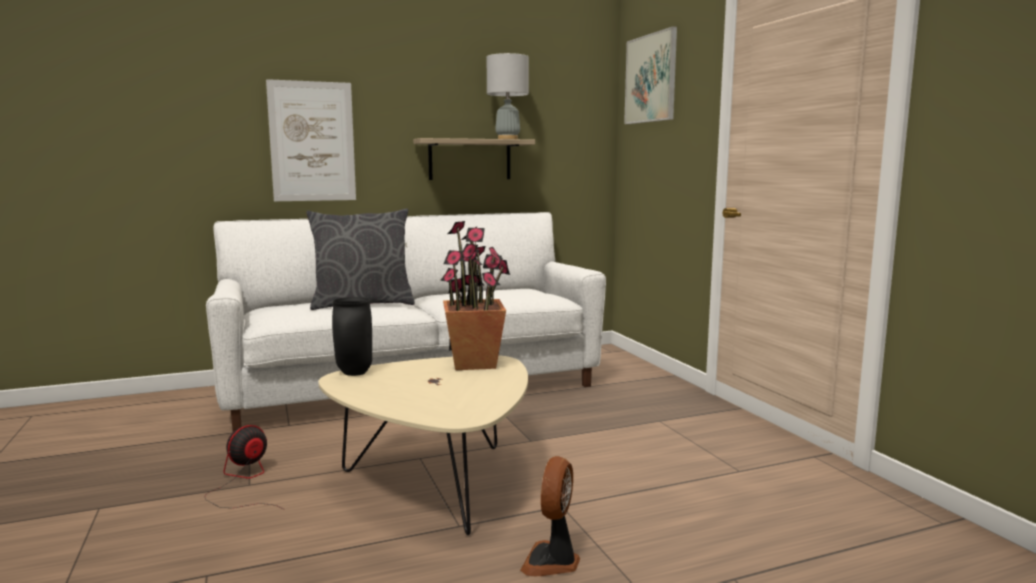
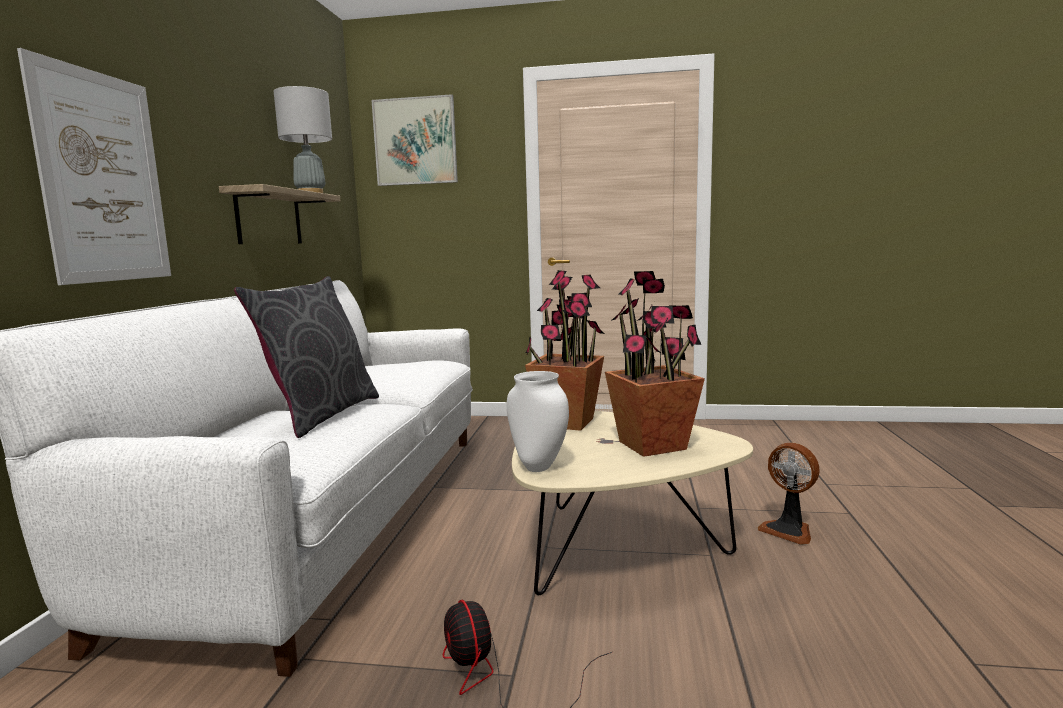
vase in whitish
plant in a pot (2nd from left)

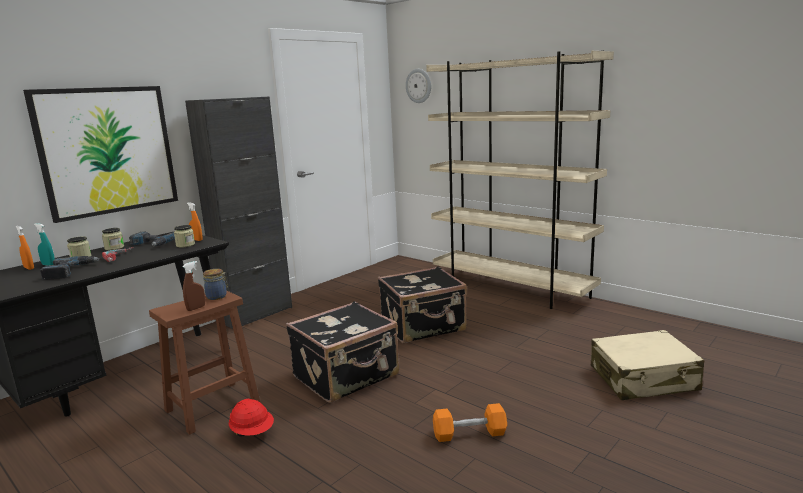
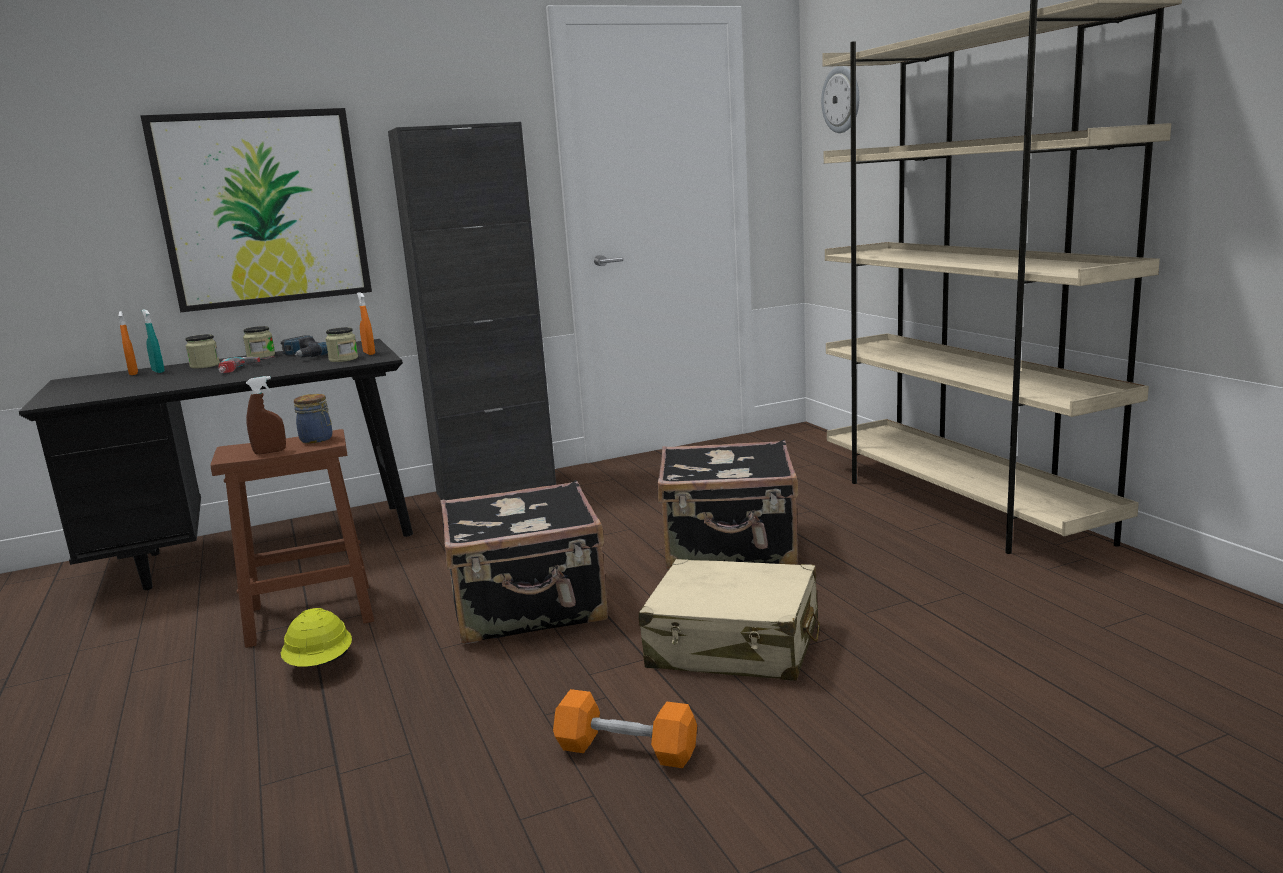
electric drill (1st from left in the first image)
hard hat in yellow
piece of luggage in beige

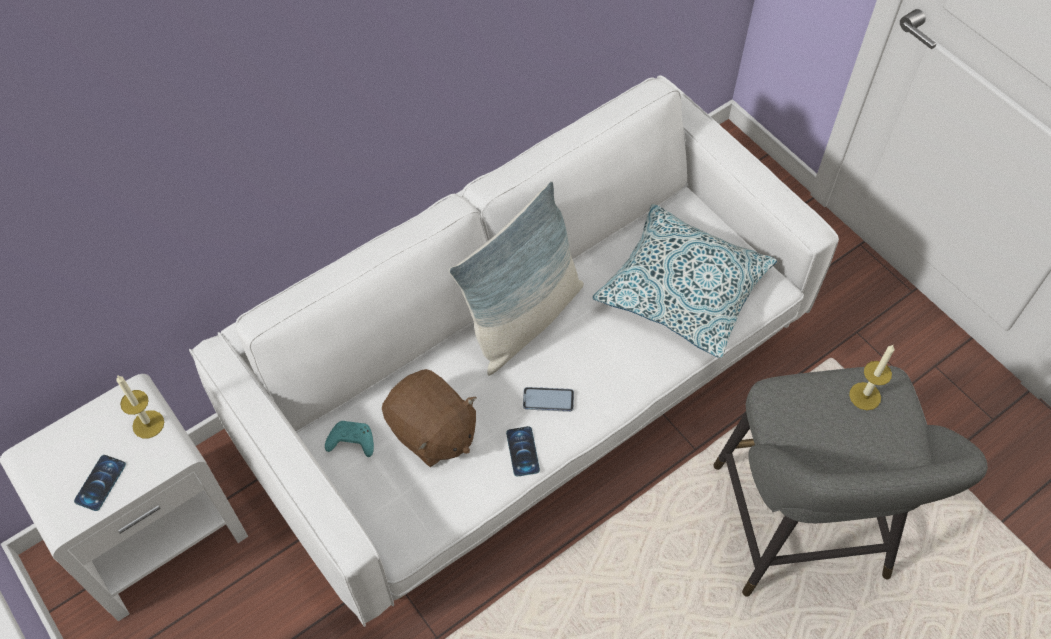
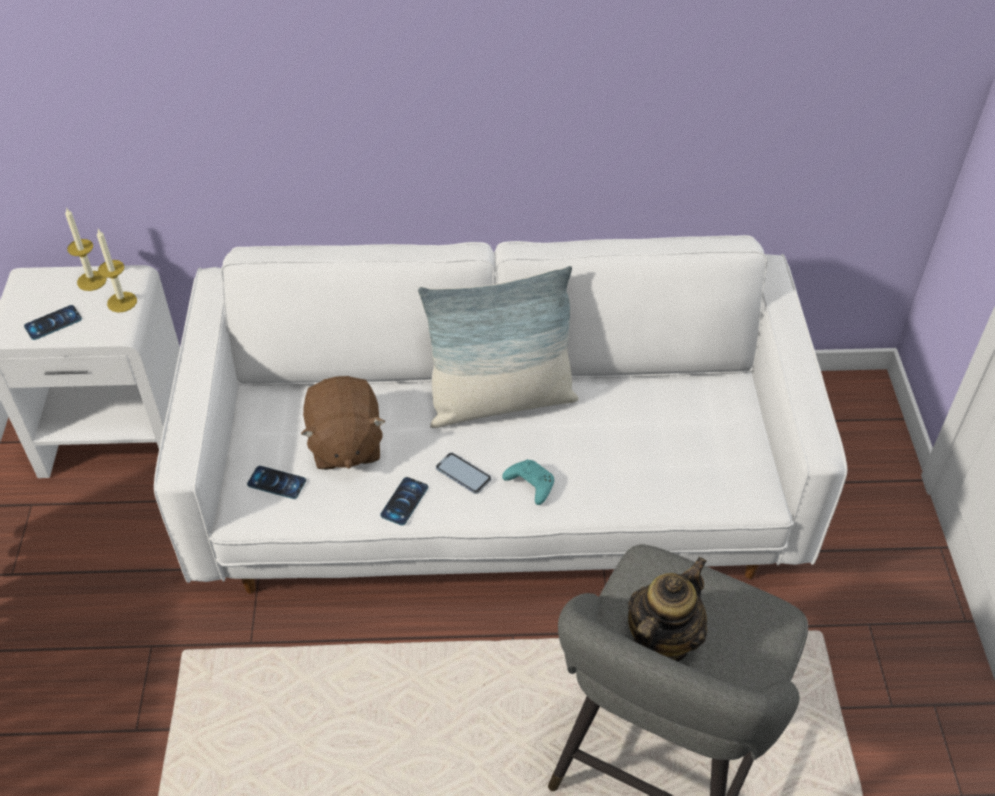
gamepad in turquoise-coloured
pillow (2nd from left in the first image)
wax light (1st from left)
phone (2nd from left)
teapot

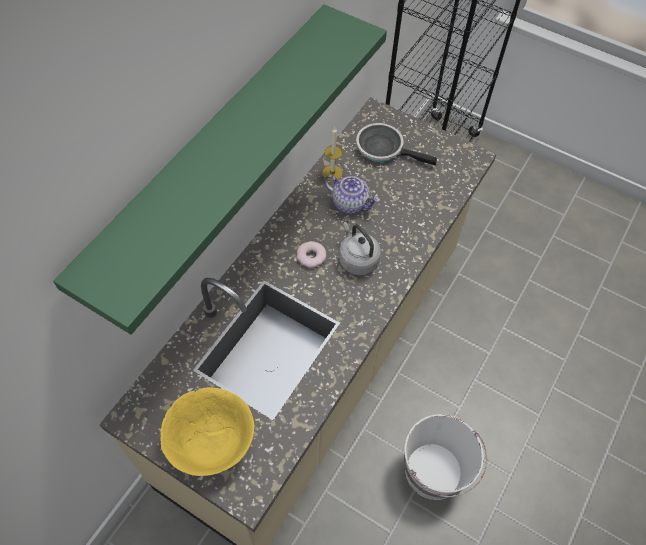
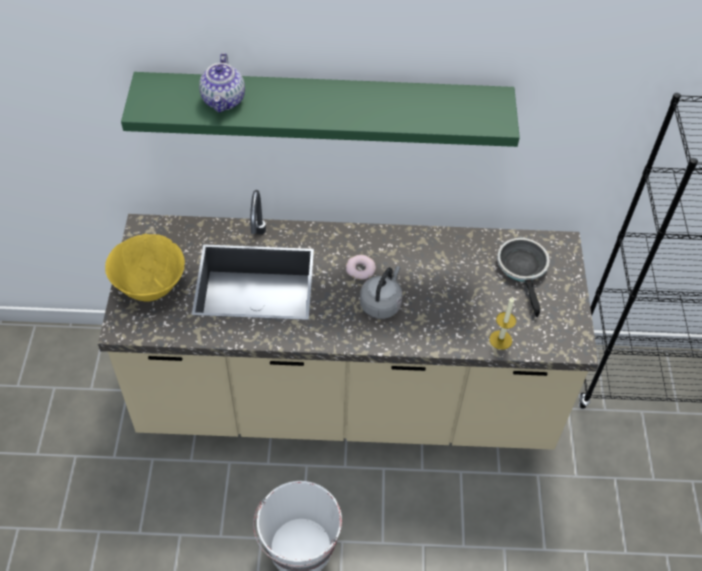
wax light
teapot

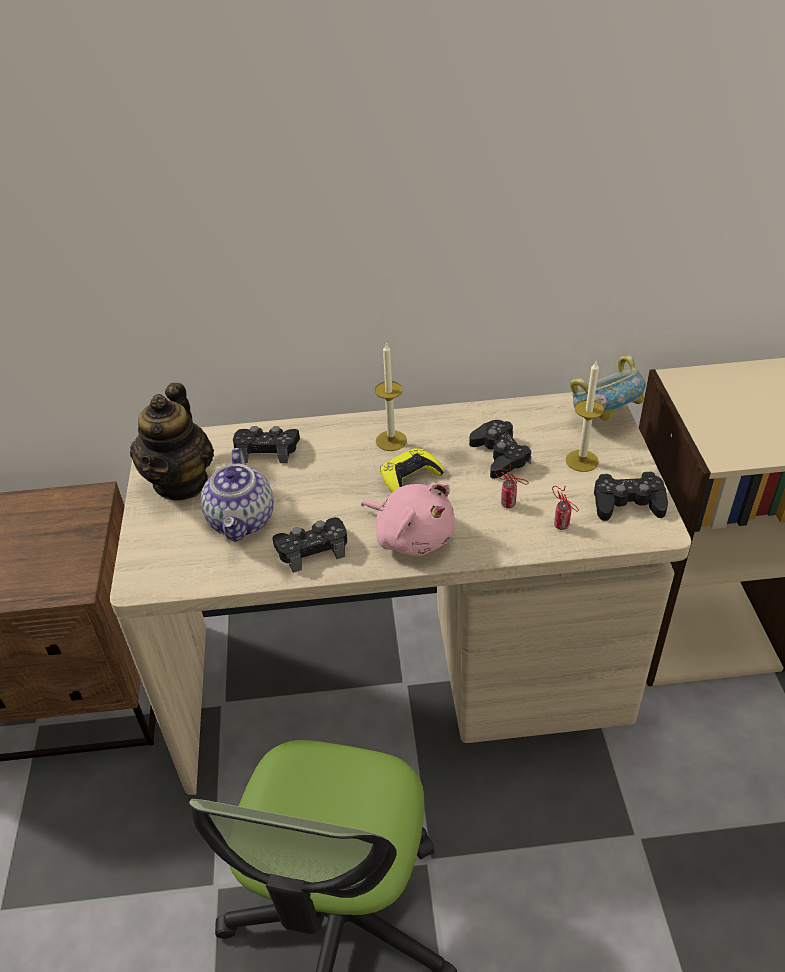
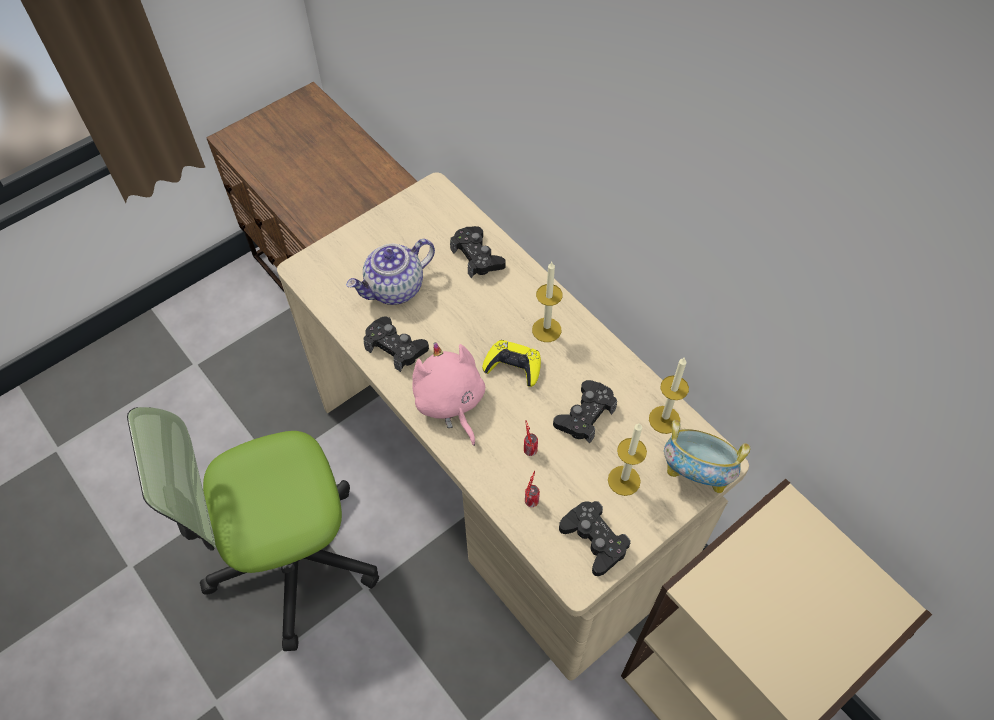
teapot (1st from left in the first image)
plush toy in pink
wax light (3rd from left)

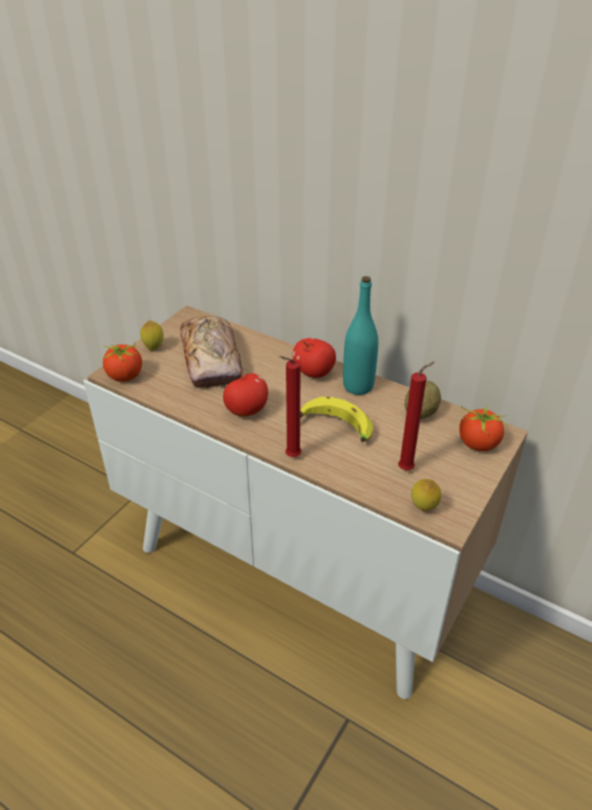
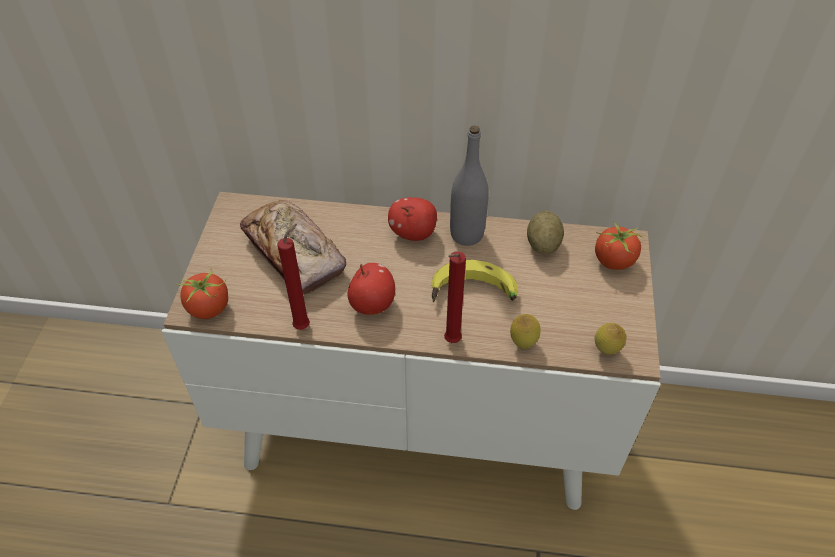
whole lemon (1st from left)
drink bottle in greyish
wax light in red-coloured (1st from left)

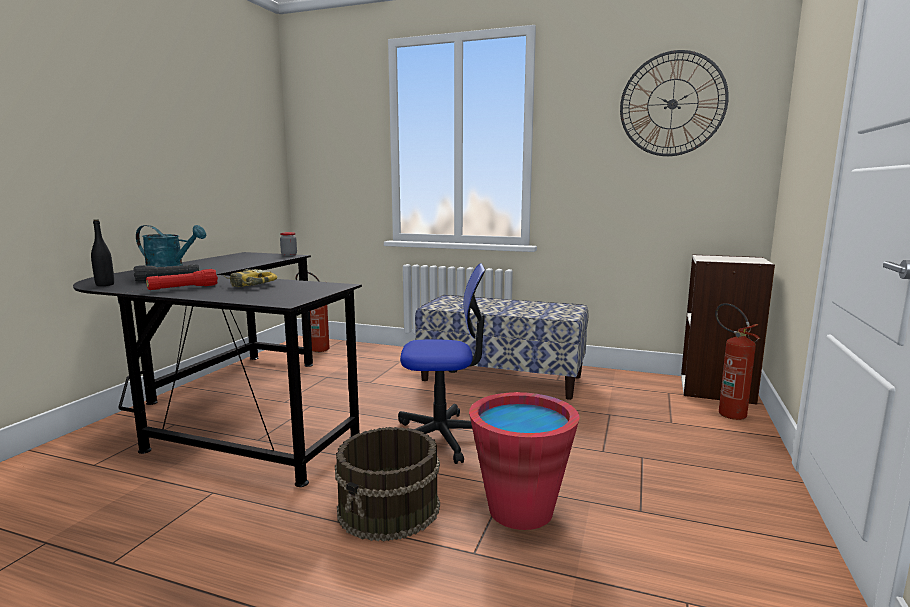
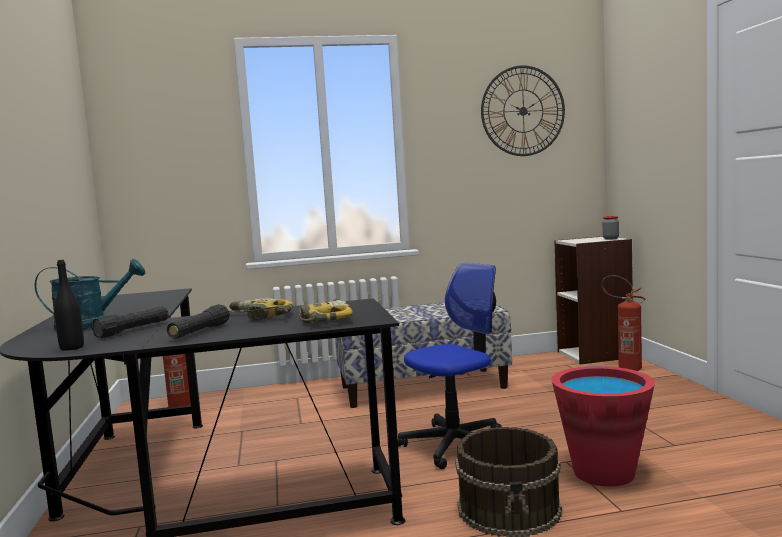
flashlight in blackish (2nd from left)
storage jar
electric drill (2nd from left)

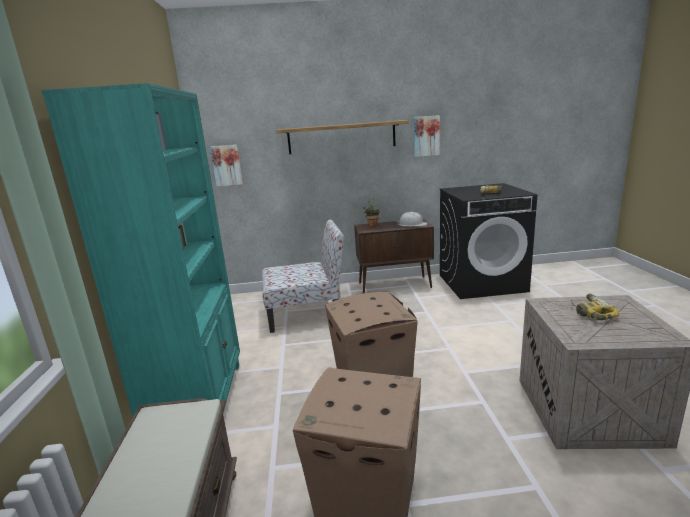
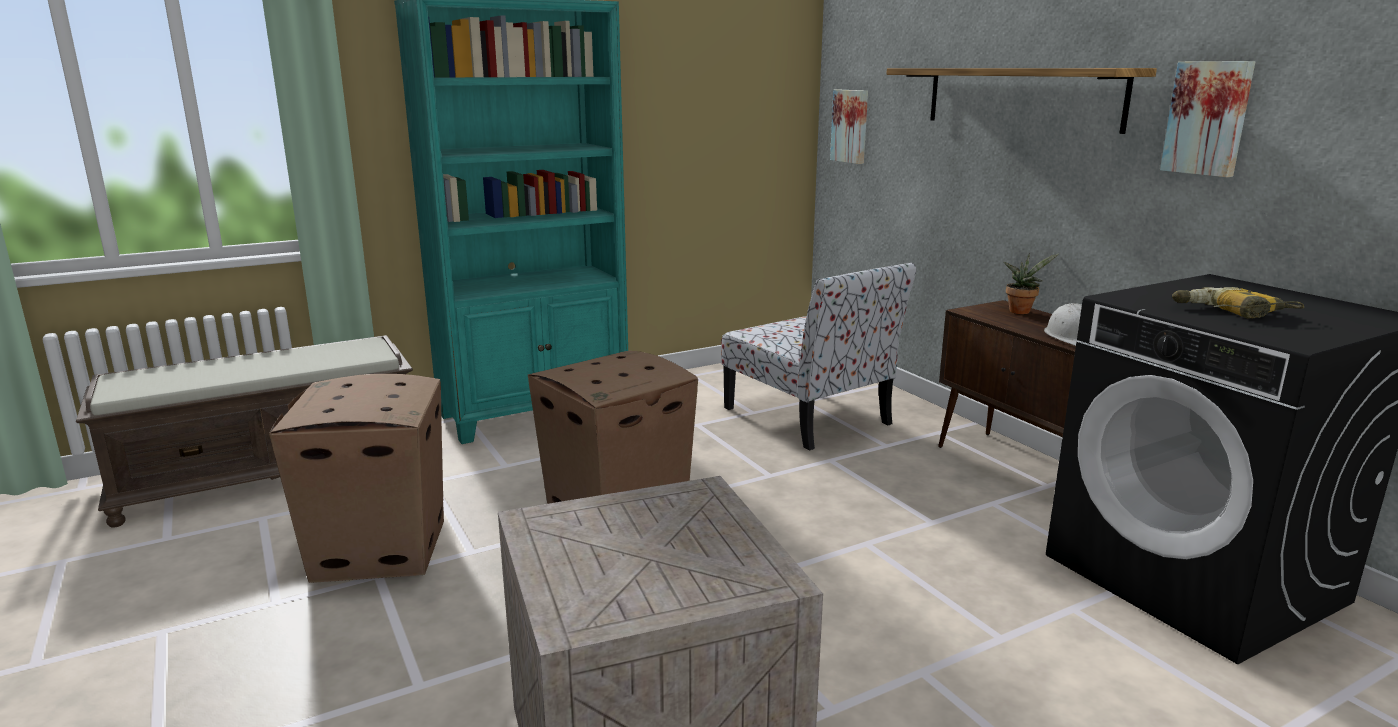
electric drill (2nd from left in the first image)

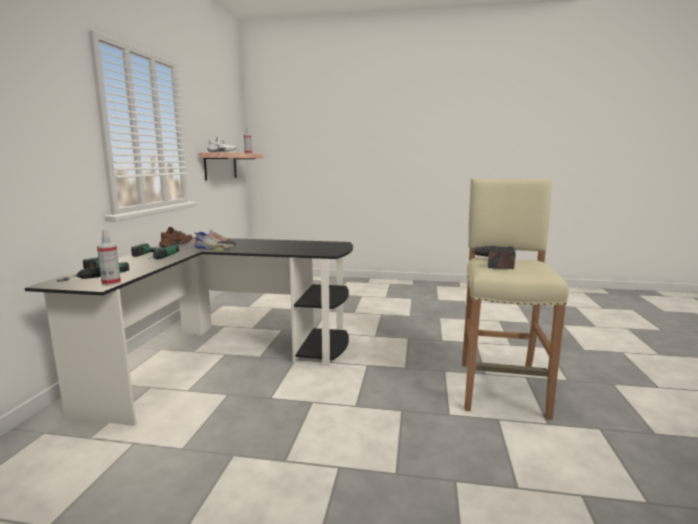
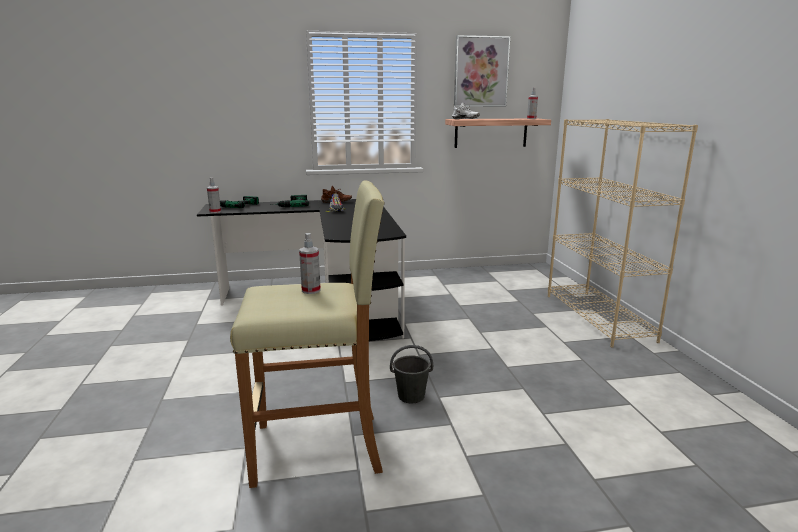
spray bottle (2nd from left)
bucket in greyish
wall art
bookshelf in beige

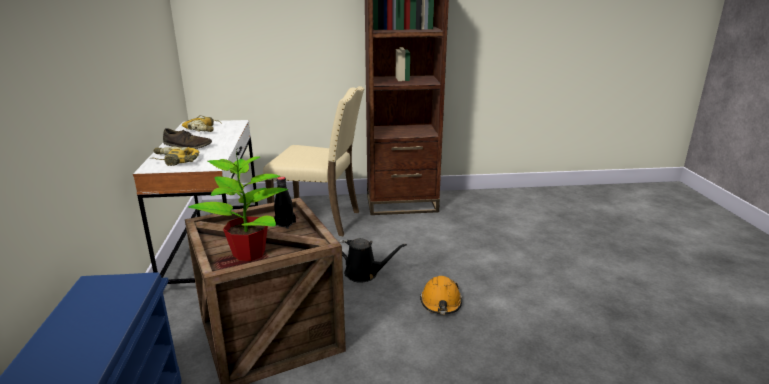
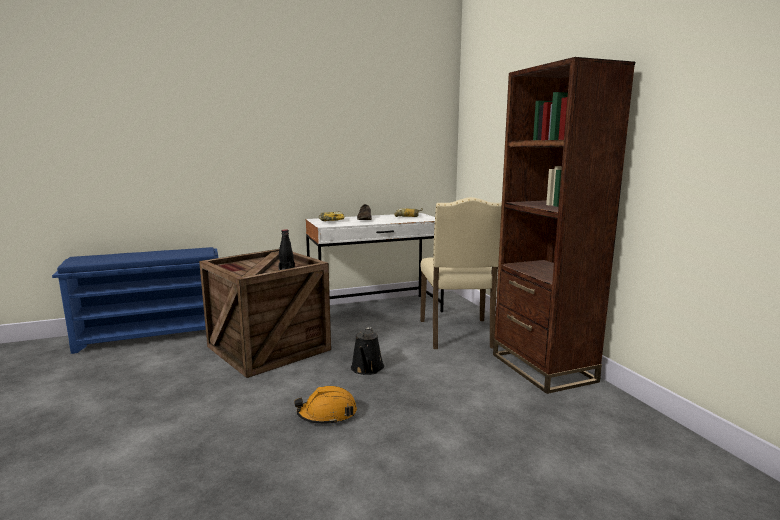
plant in a pot

